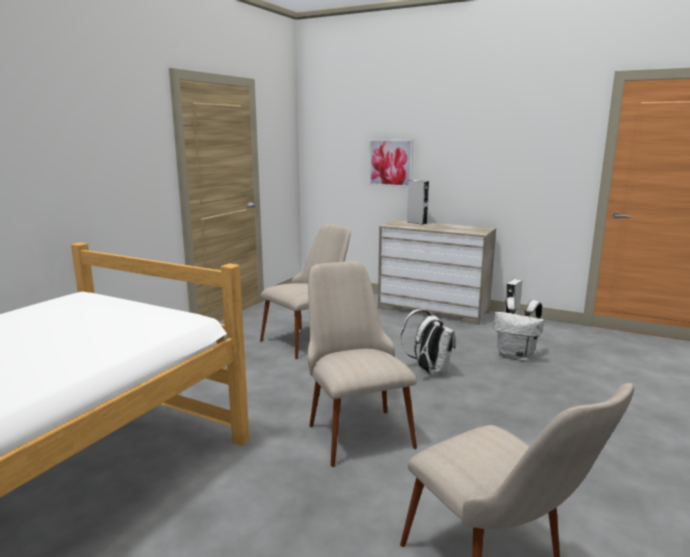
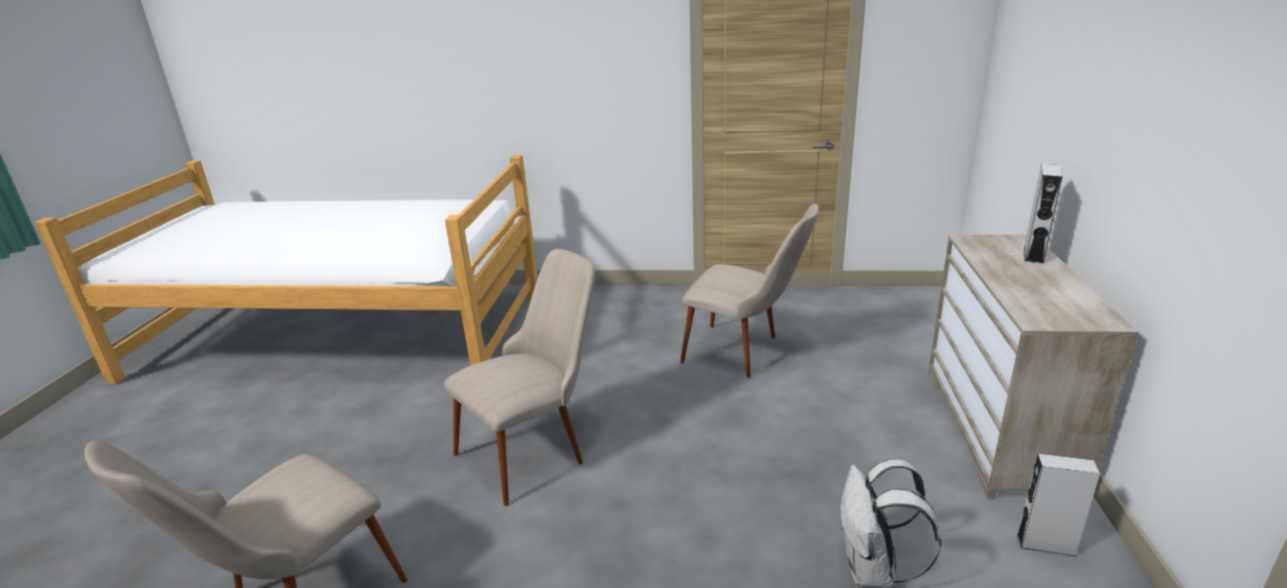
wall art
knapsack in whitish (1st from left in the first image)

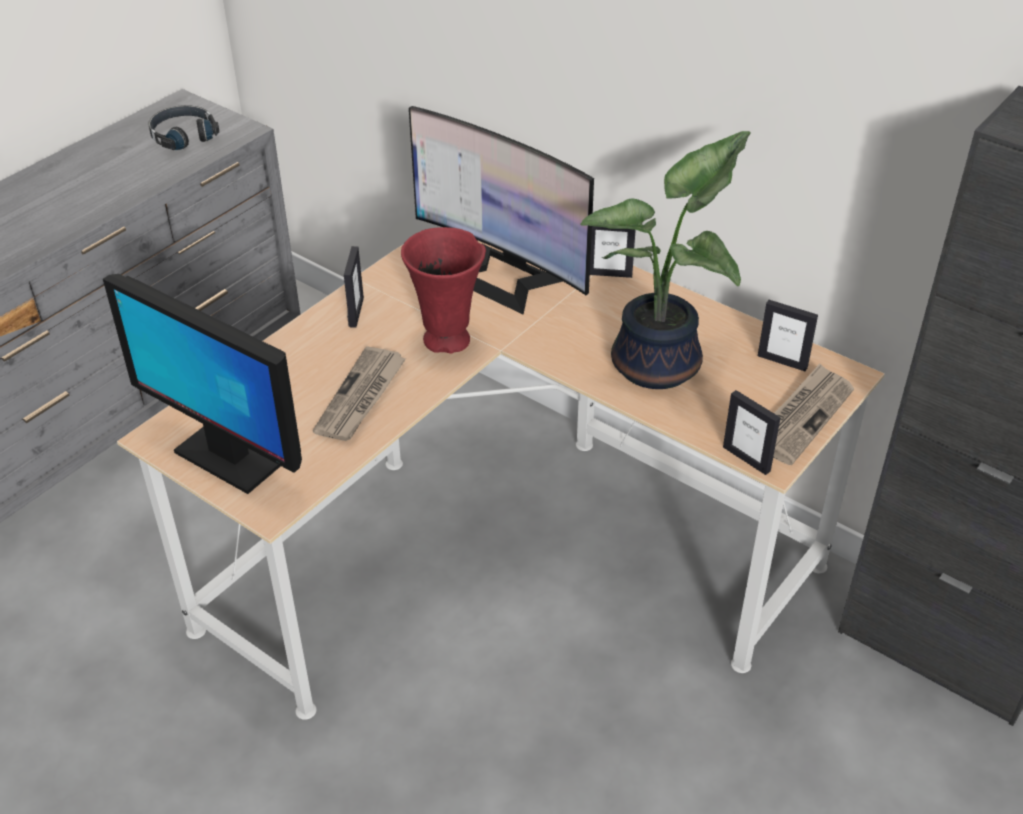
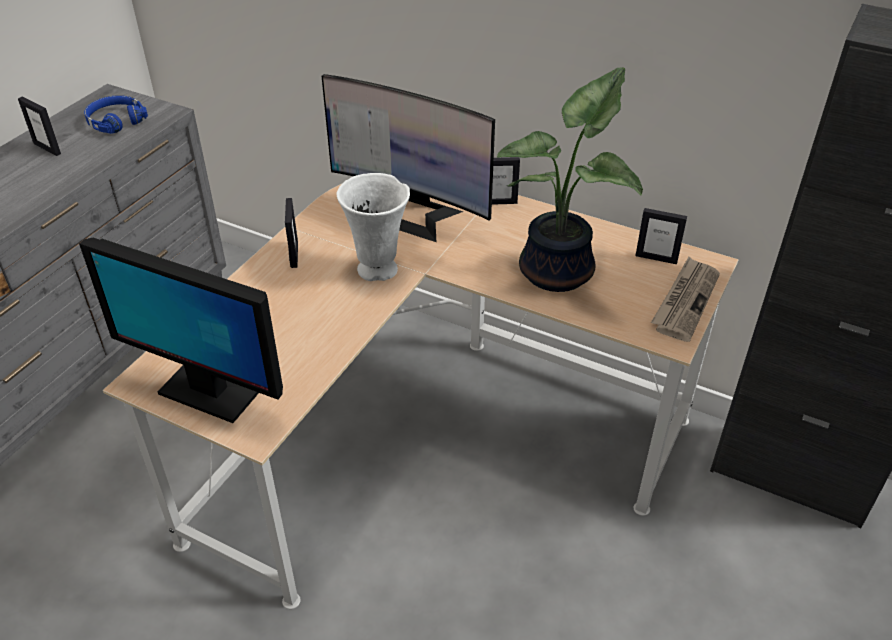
pair of headphones in bluish
daily paper (1st from left in the first image)
vase in whitish
photo frame (1st from left)

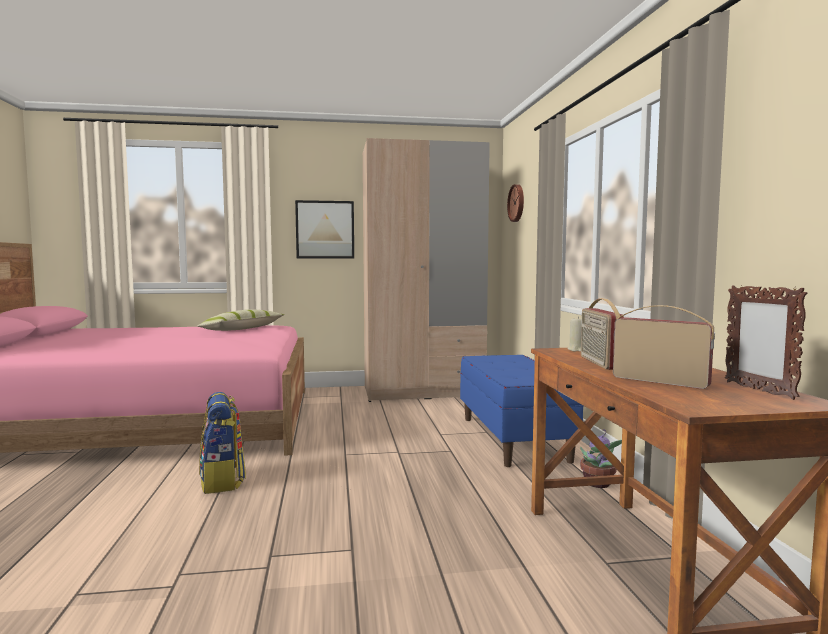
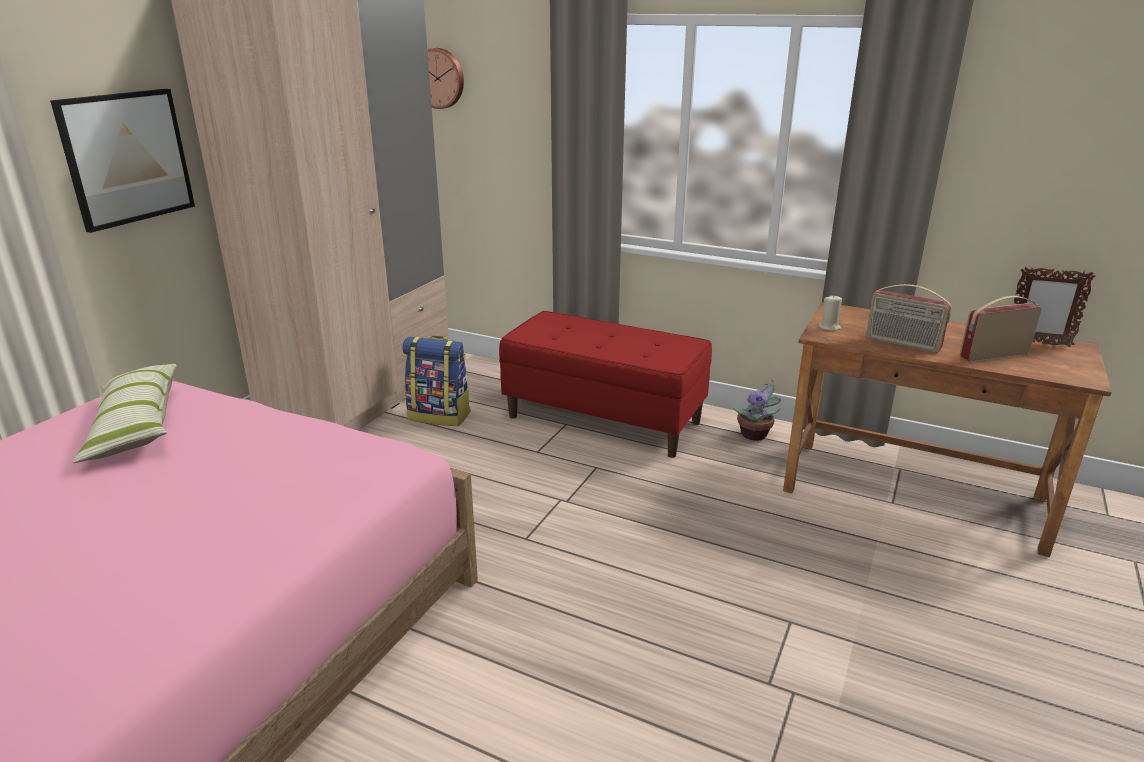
knapsack
bench in red-coloured

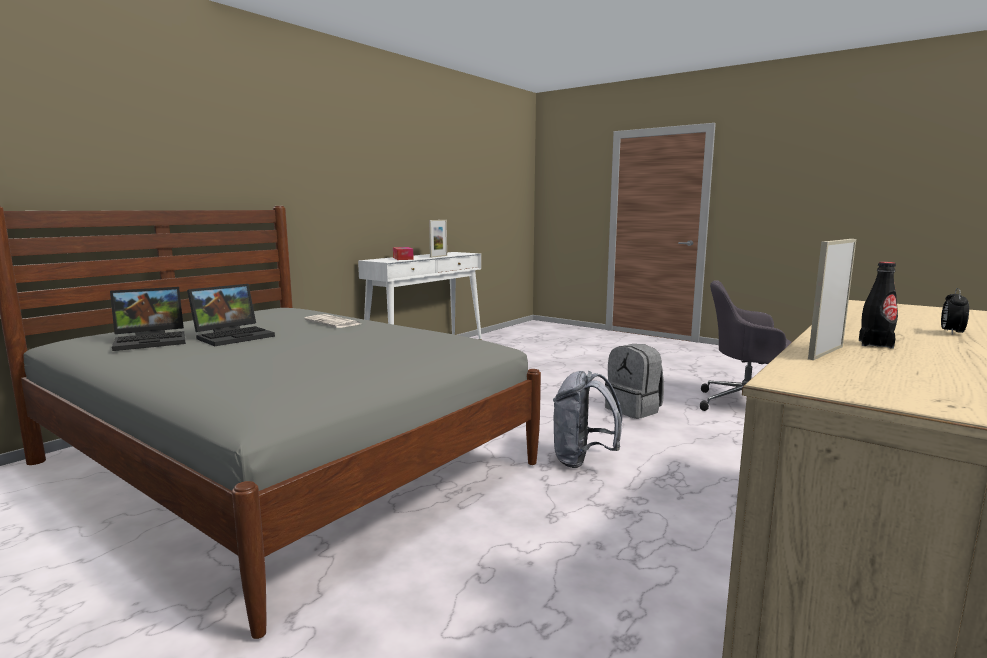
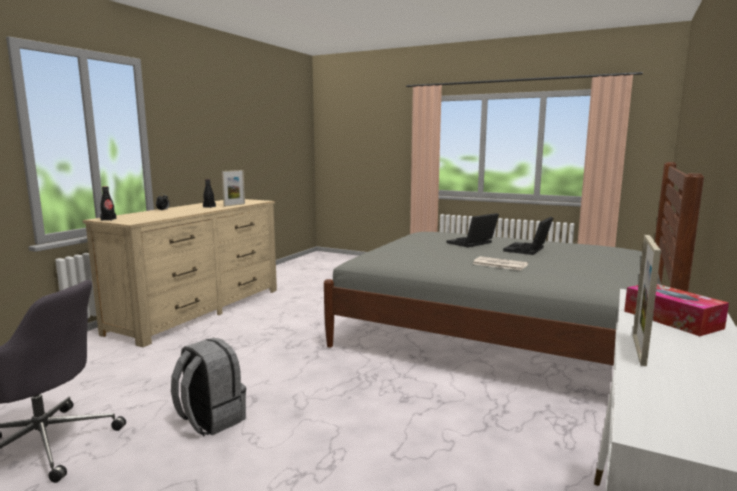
notebook computer (1st from left)
knapsack in greyish (1st from left in the first image)
drink bottle in blackish (1st from left)

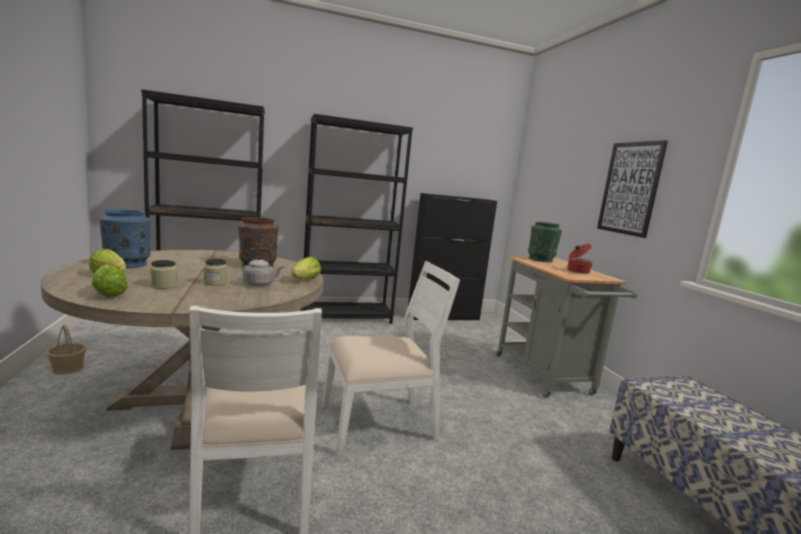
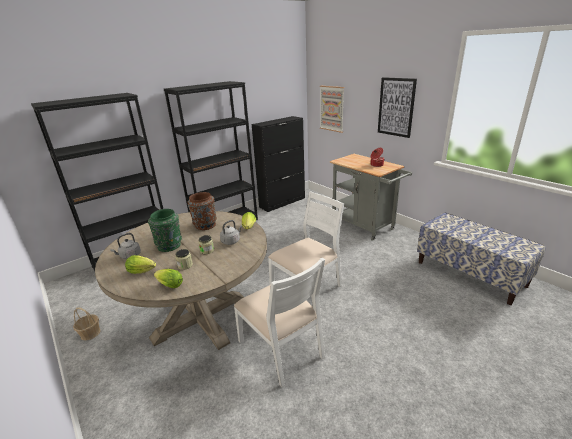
kettle in greyish (1st from left)
vase in green-coloured
wall art (1st from left)

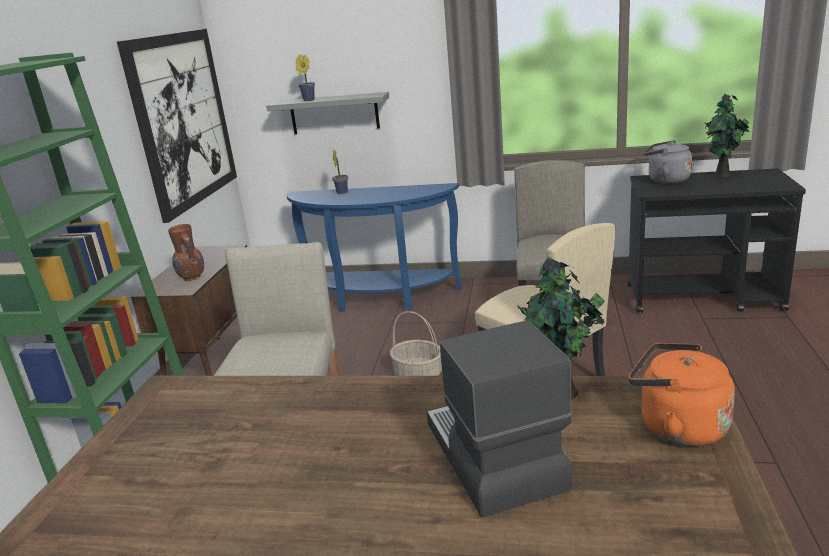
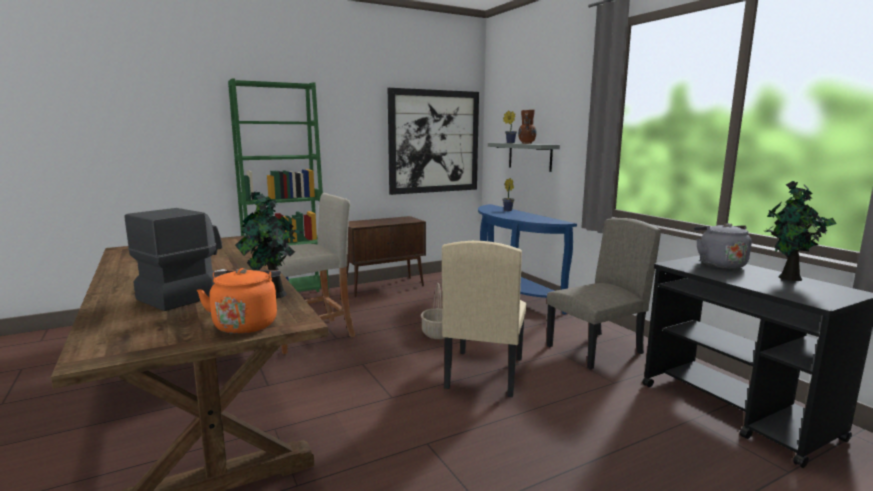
vase in brown

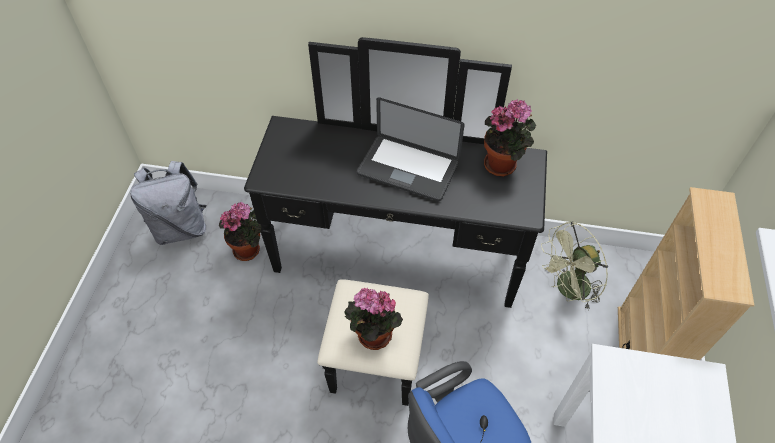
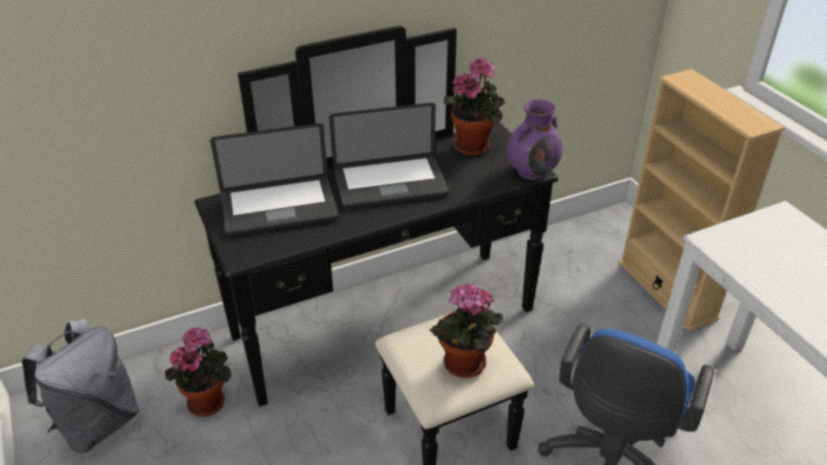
fan in green-coloured
notebook computer (1st from left)
vase in purple

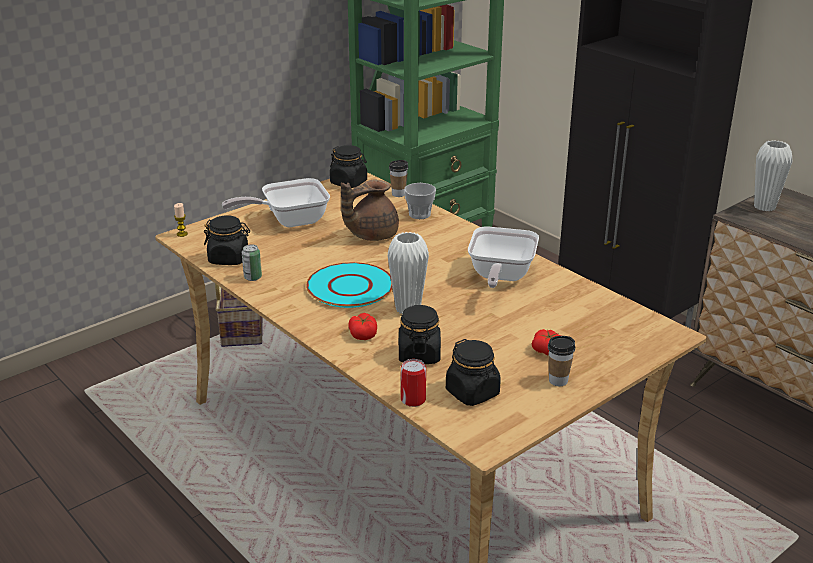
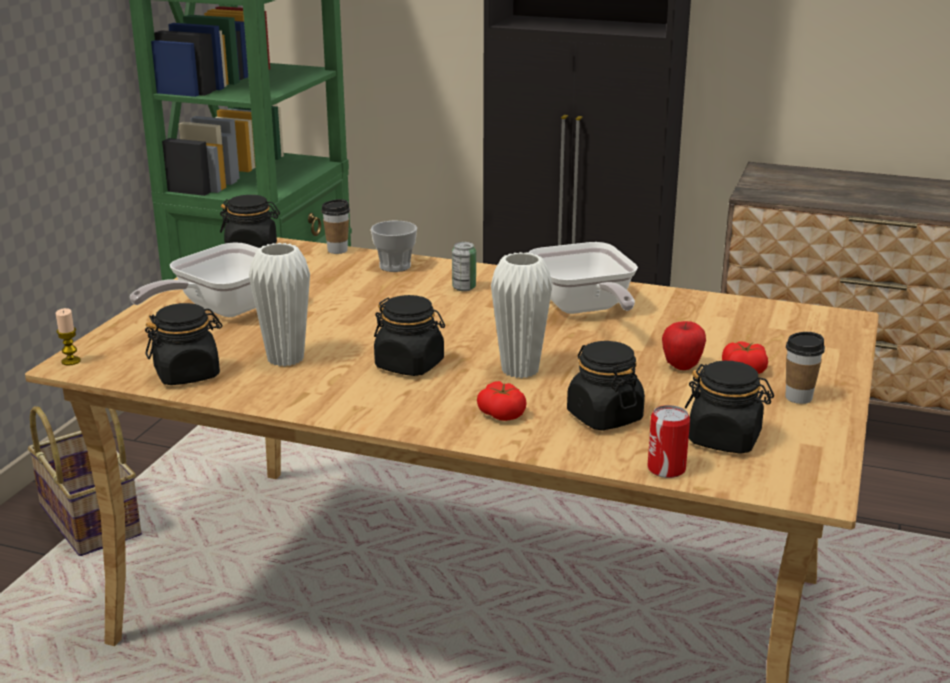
sealed can (1st from left)
storage jar in blackish (3rd from left)
teapot in brown
vase in whitish (1st from left)
apple

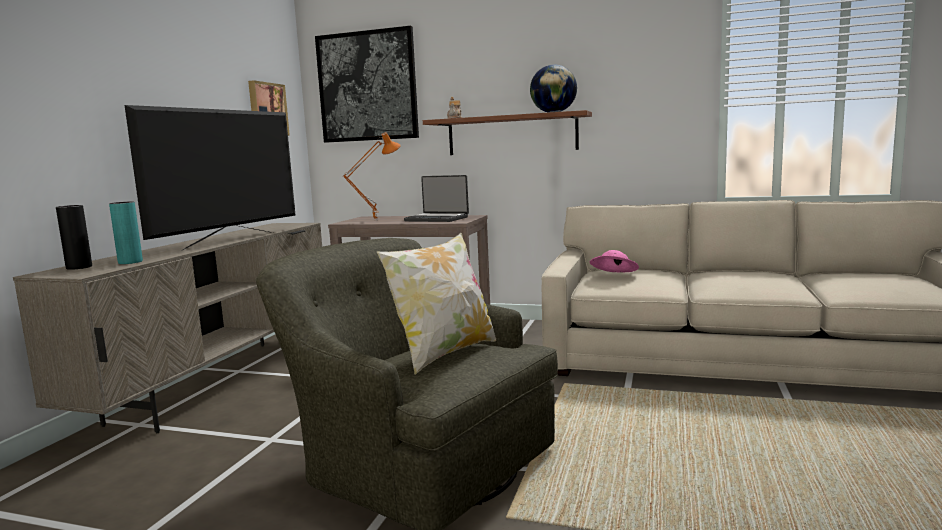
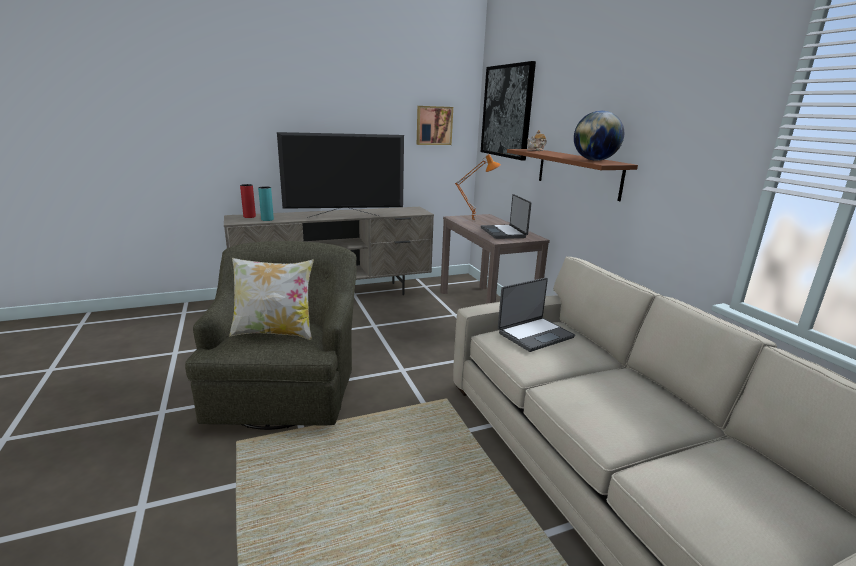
vase in red-coloured
notebook computer (2nd from left)

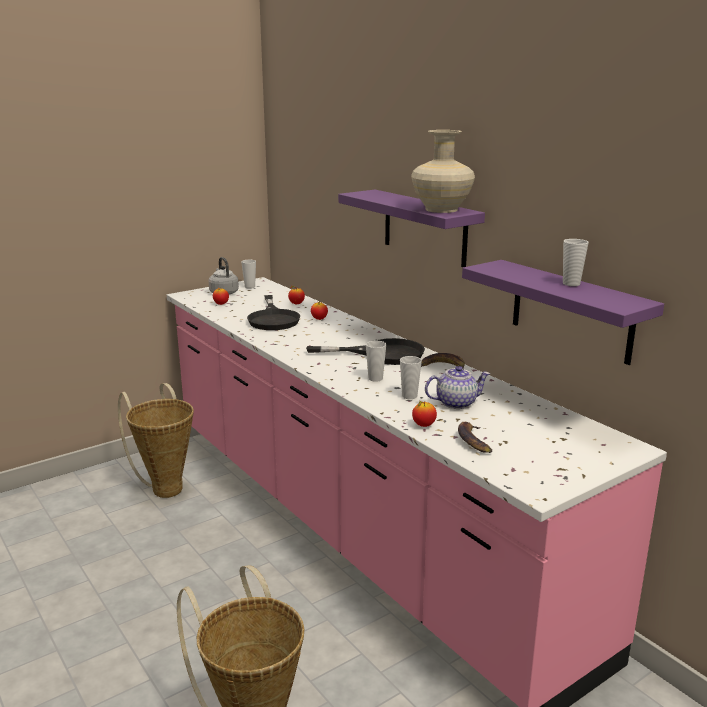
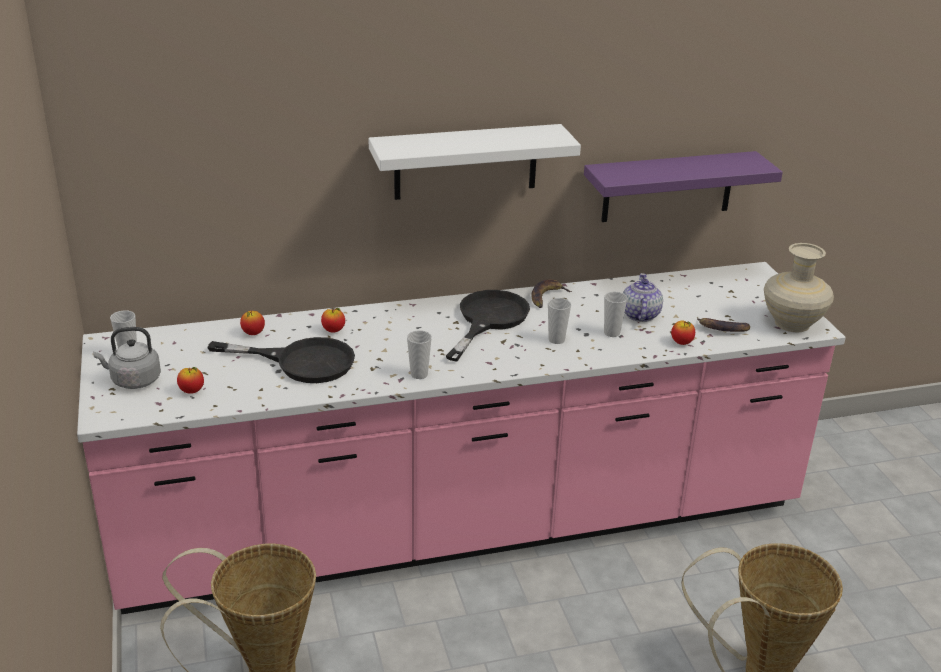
bracket shelf in whitish
vase in beige
drinking cup (2nd from left)

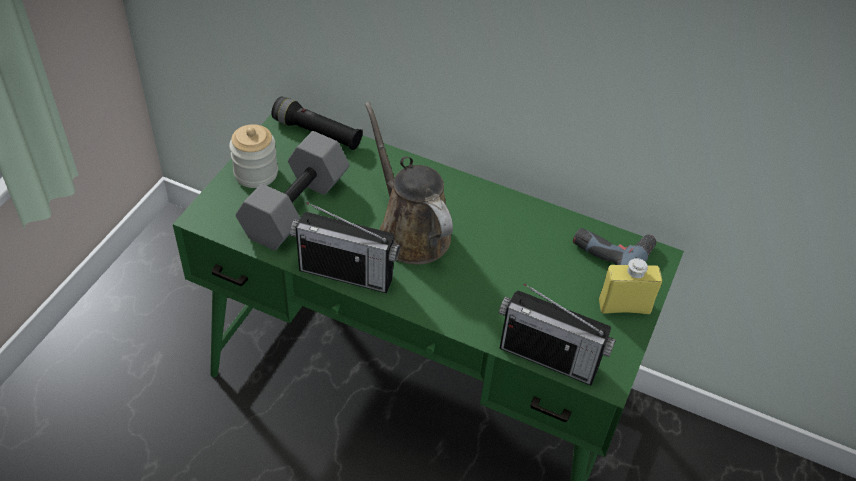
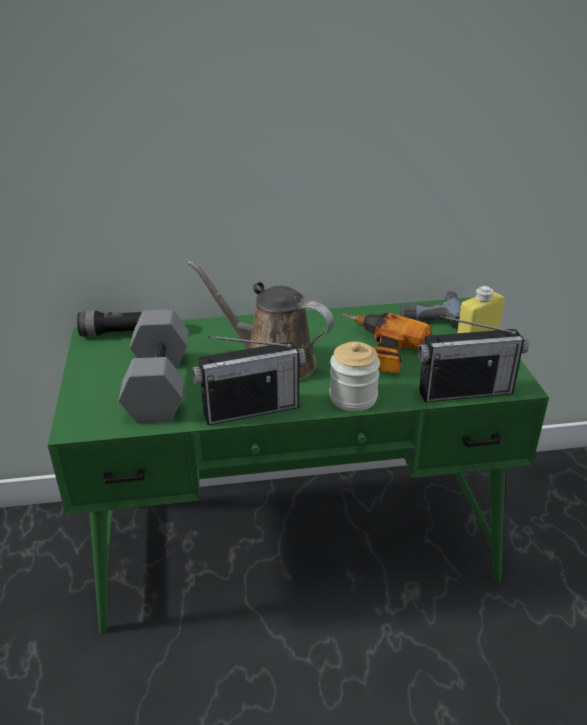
storage jar
electric drill (1st from left)

